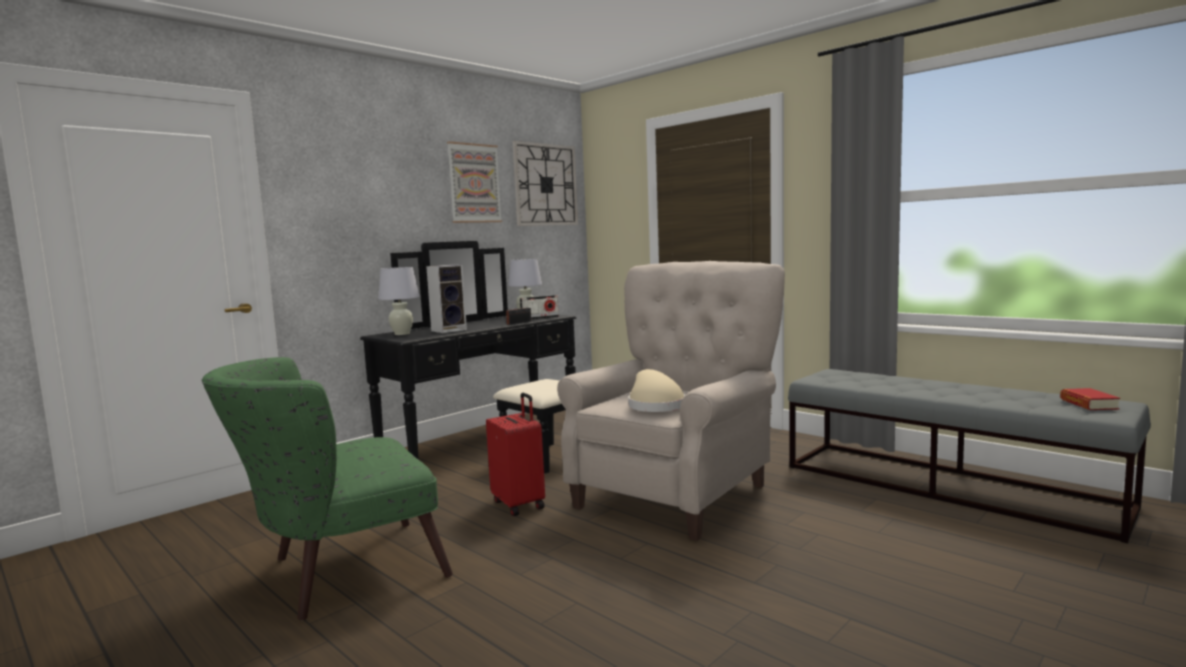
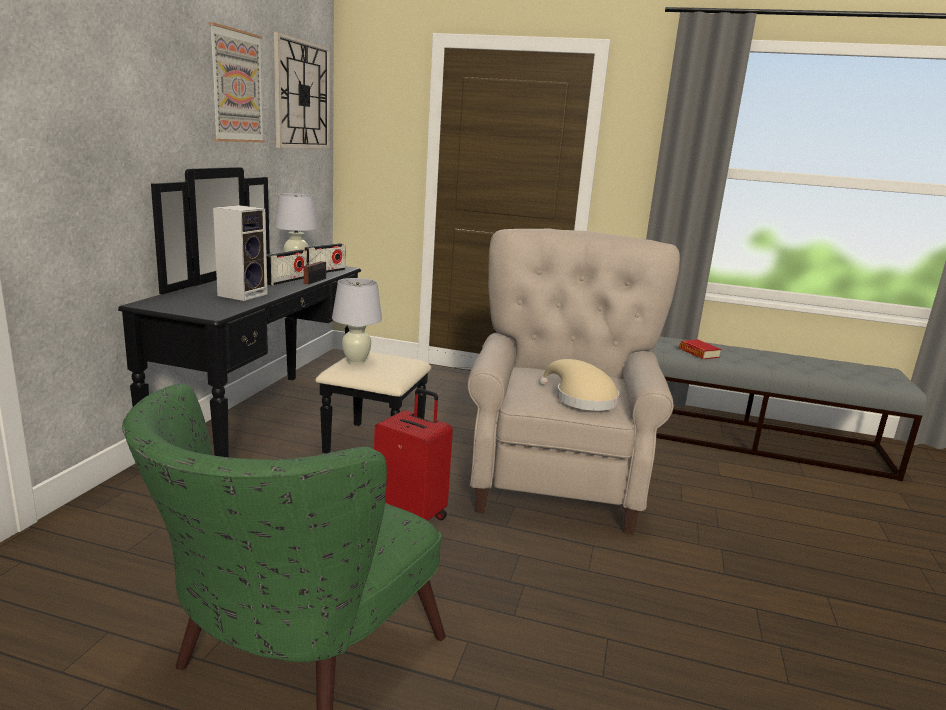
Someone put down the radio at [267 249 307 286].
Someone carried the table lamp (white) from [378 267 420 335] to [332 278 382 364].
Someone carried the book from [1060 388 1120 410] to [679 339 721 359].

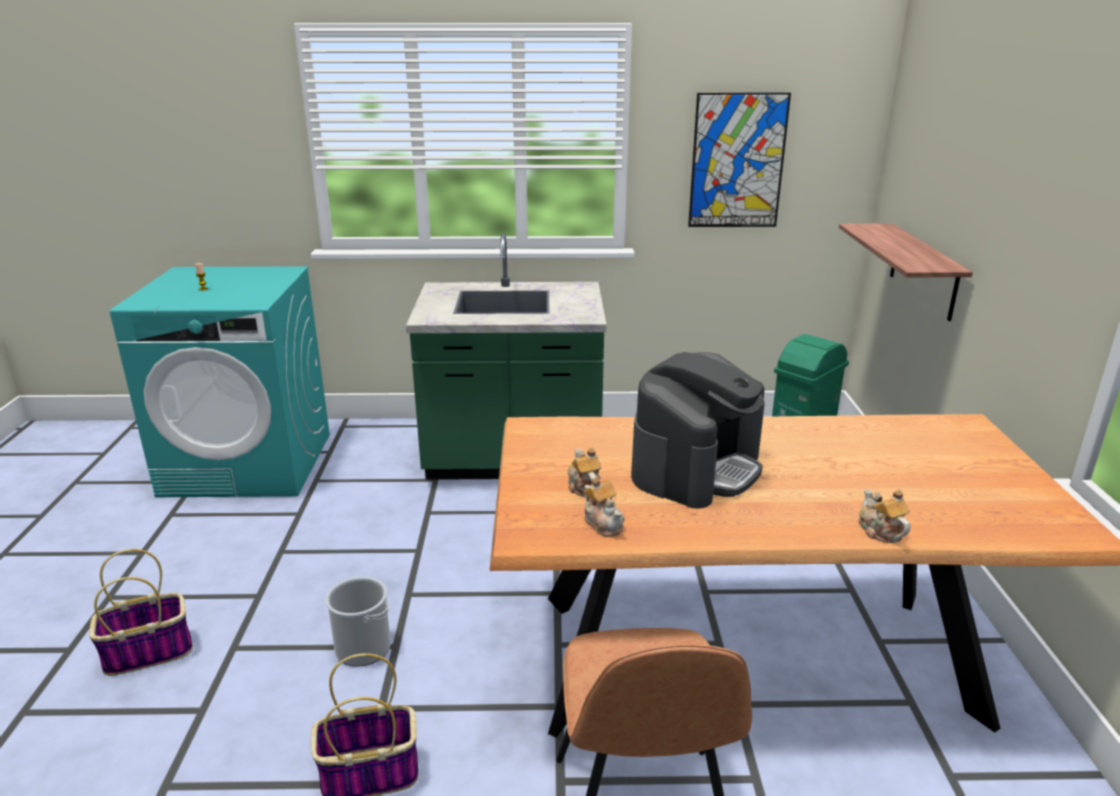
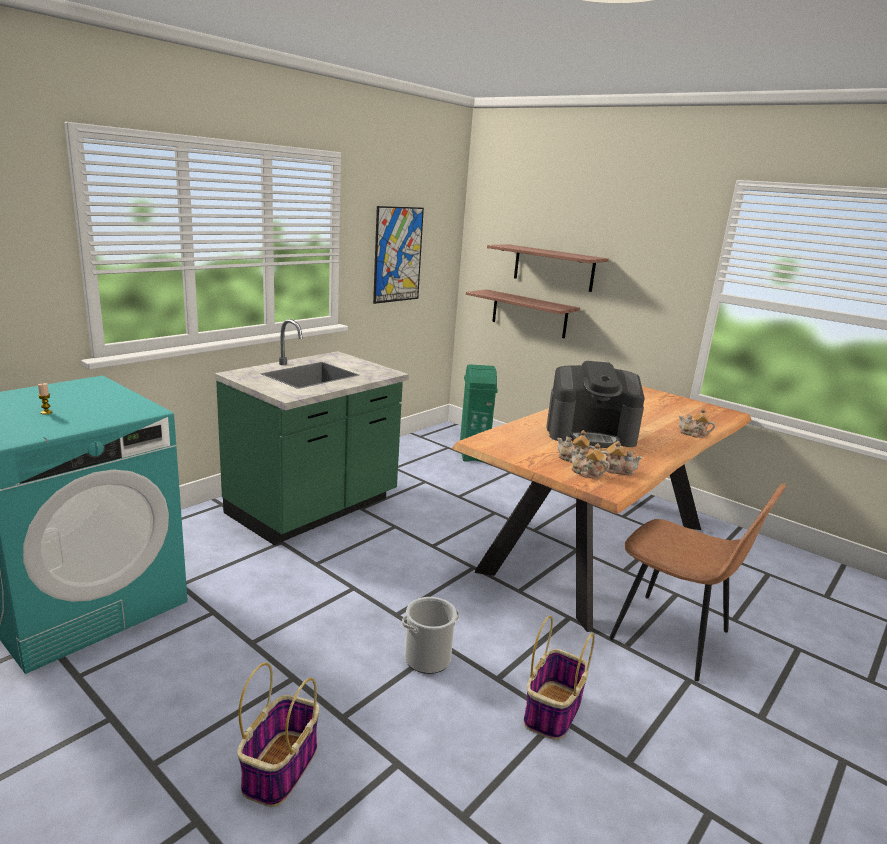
Someone put up the shelf at [487 244 609 292].
Someone rotated the coffee machine at [631 352 765 508] by 105 degrees clockwise.
Someone put down the teapot at [571 443 610 478].

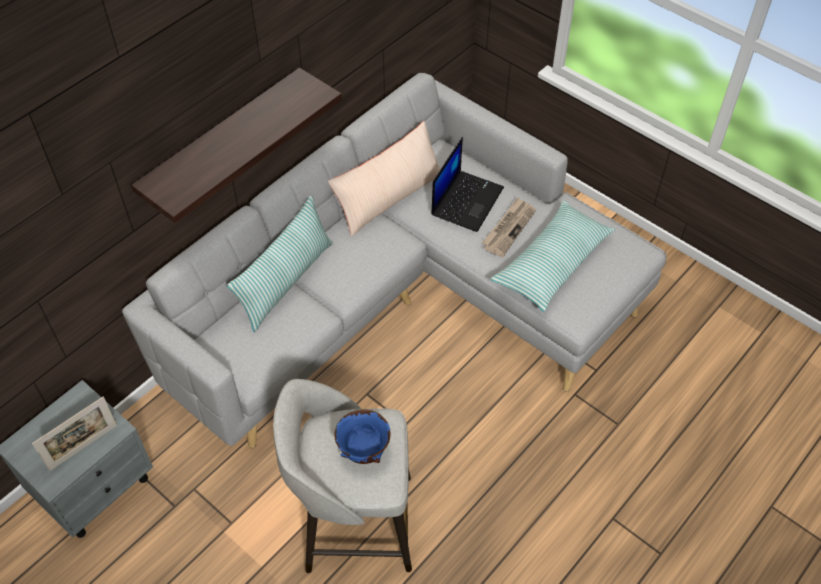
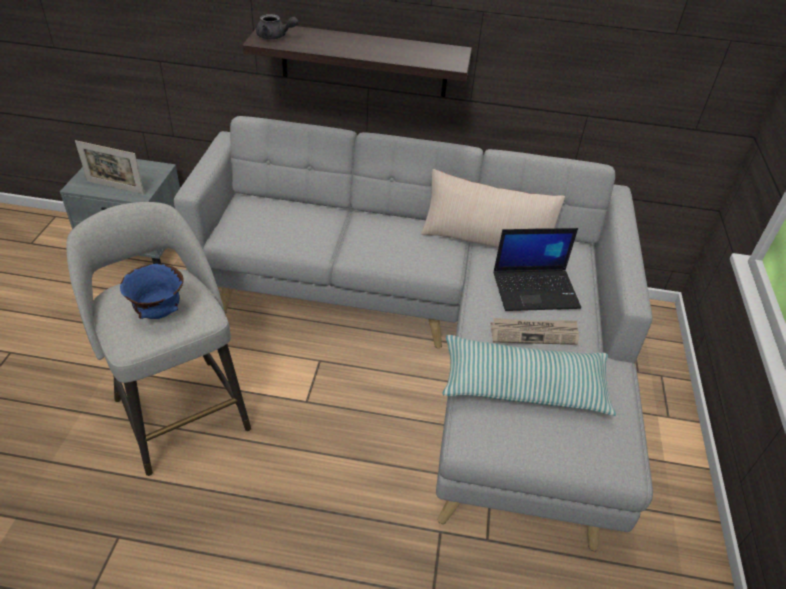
Someone put down the teapot (grey) at [256 14 298 39].
Someone took away the pillow at [227 195 333 332].

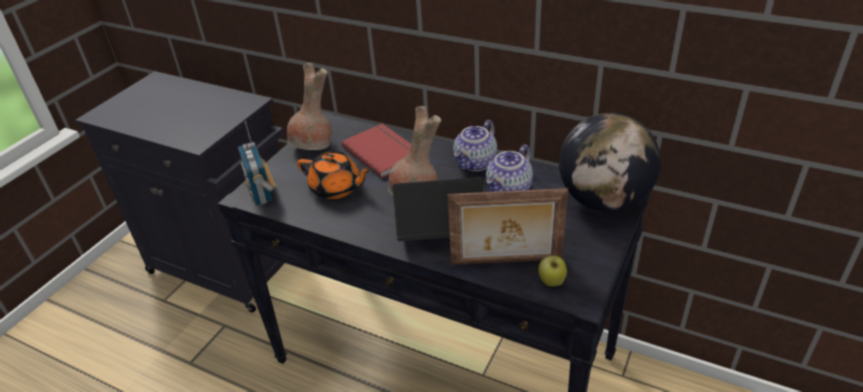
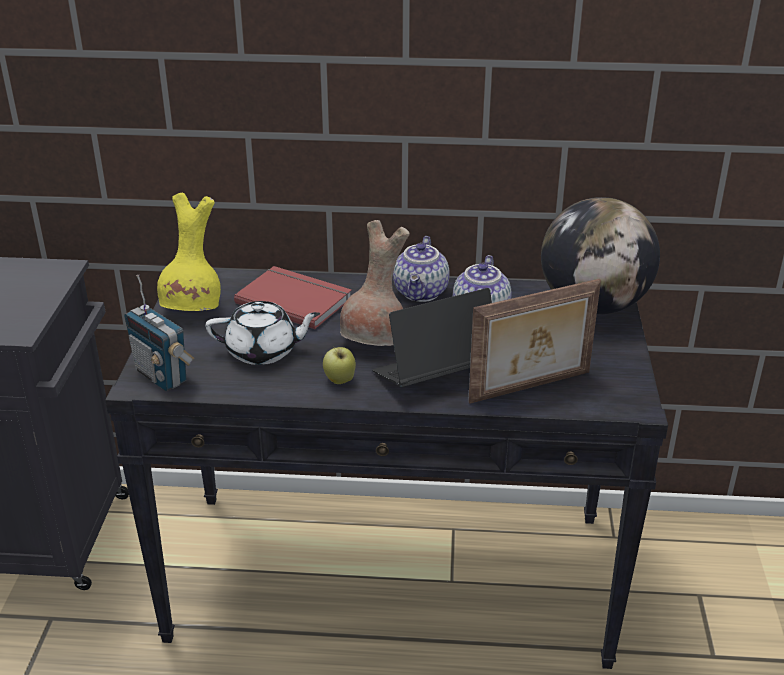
Someone repainted the vase (brown) at [287 63 332 150], which became the vase (yellow) at [157 192 221 311].
Someone repainted the teapot (orange) at [297 151 372 199], which became the teapot (white) at [205 301 320 365].
Someone carried the apple from [538 256 567 286] to [323 346 356 384].

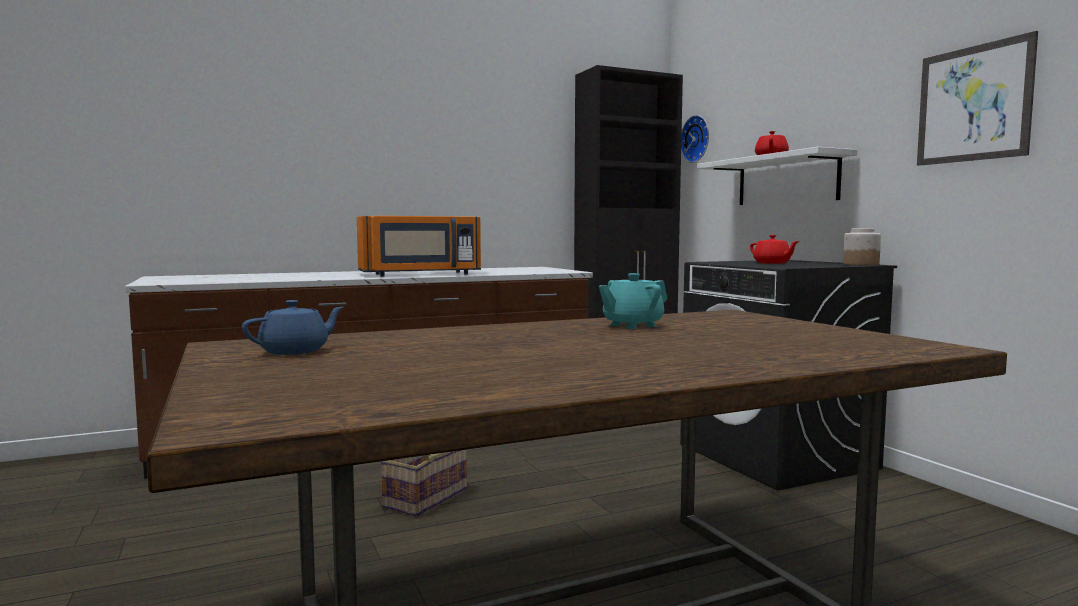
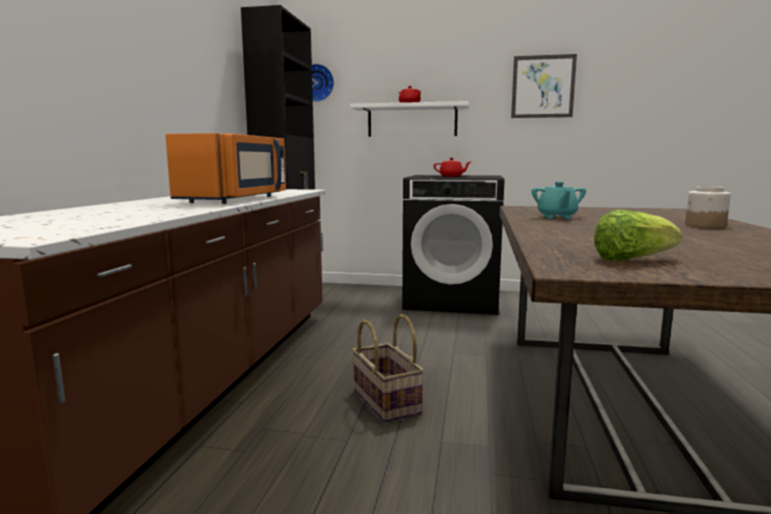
Someone swapped the teapot (blue) at [242 300 344 355] for the lettuce at [594 210 682 261].
Someone carried the jar from [843 228 881 266] to [685 186 731 228].

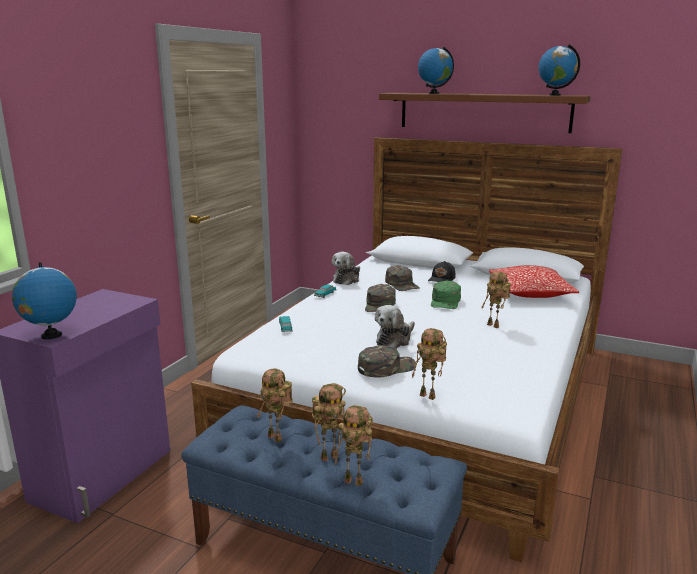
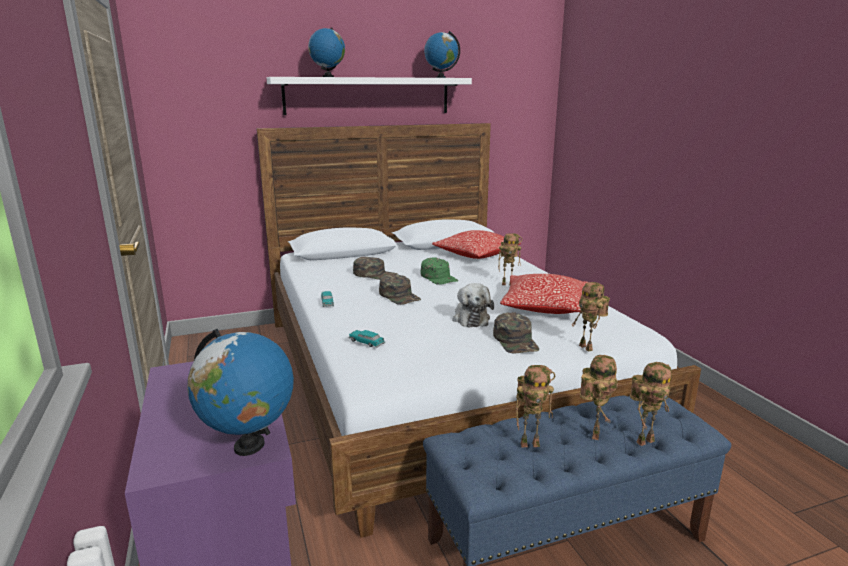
Someone repainted the shelf (brown) at [379 93 591 133], which became the shelf (white) at [267 77 472 115].
Someone rotated the cap (green) at [358 345 416 378] by 150 degrees clockwise.
Someone put down the pillow at [500 274 588 314].
Someone rotated the toy robot at [412 328 447 400] by 75 degrees clockwise.
Someone took away the plush toy at [332 252 360 285].
Someone took away the cap (black) at [428 261 456 282].

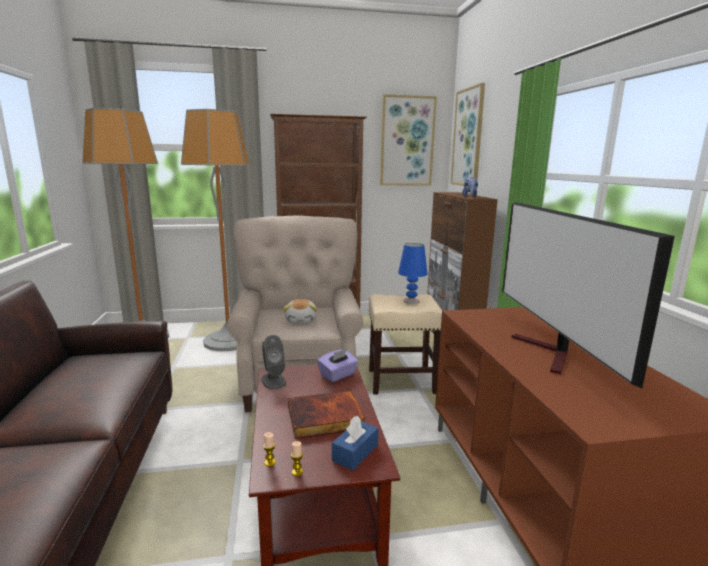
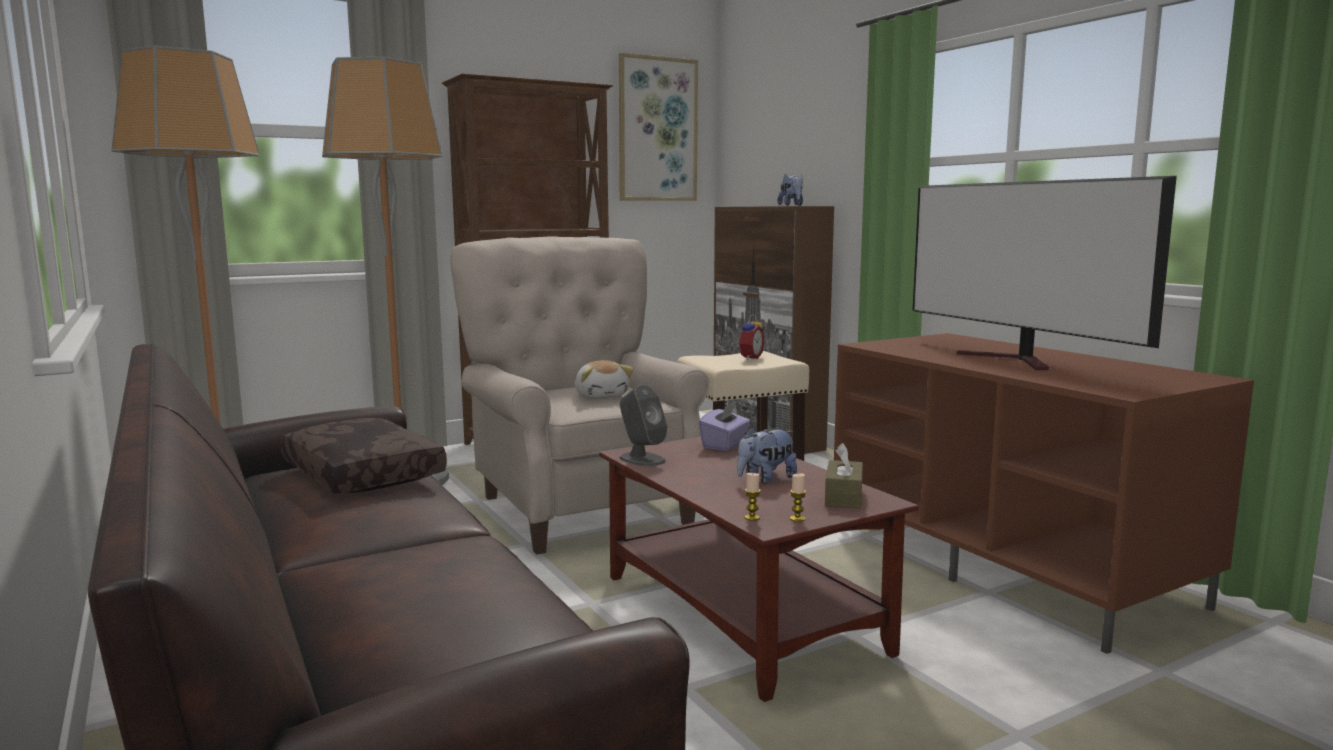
Someone put down the pillow (brown) at [280 418 447 493].
Someone swapped the table lamp (blue) at [398 243 428 304] for the alarm clock at [737 314 765 360].
Someone swapped the book at [288 391 365 439] for the plush toy at [737 427 797 484].
Someone repainted the tissue box (blue) at [332 416 379 470], which became the tissue box (brown) at [825 443 863 508].
Someone took away the picture at [451 83 485 186].

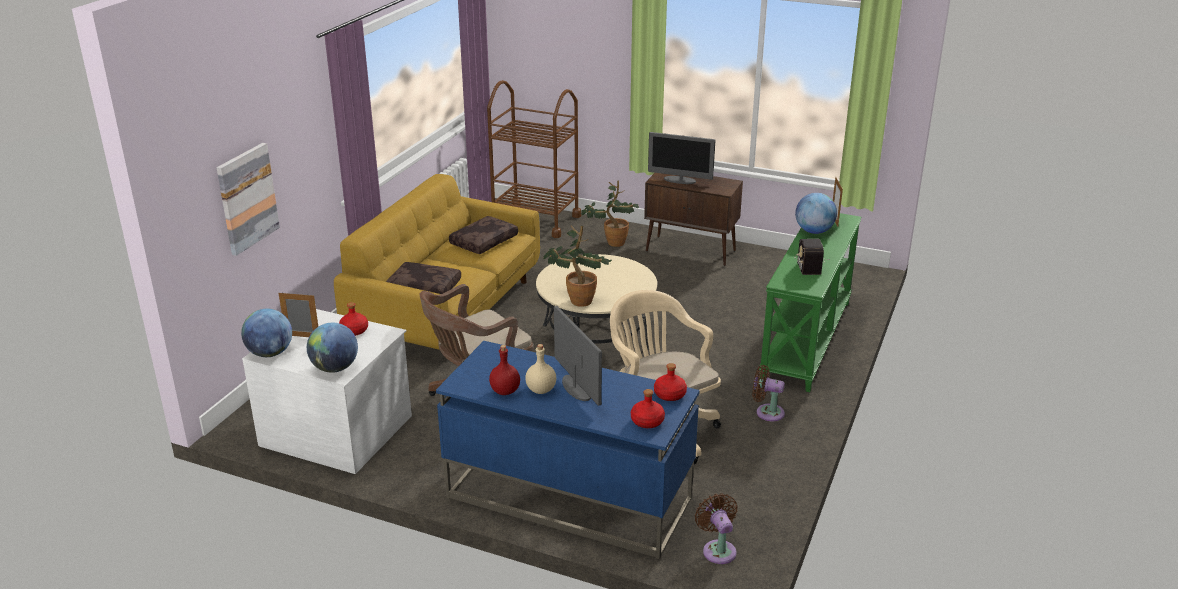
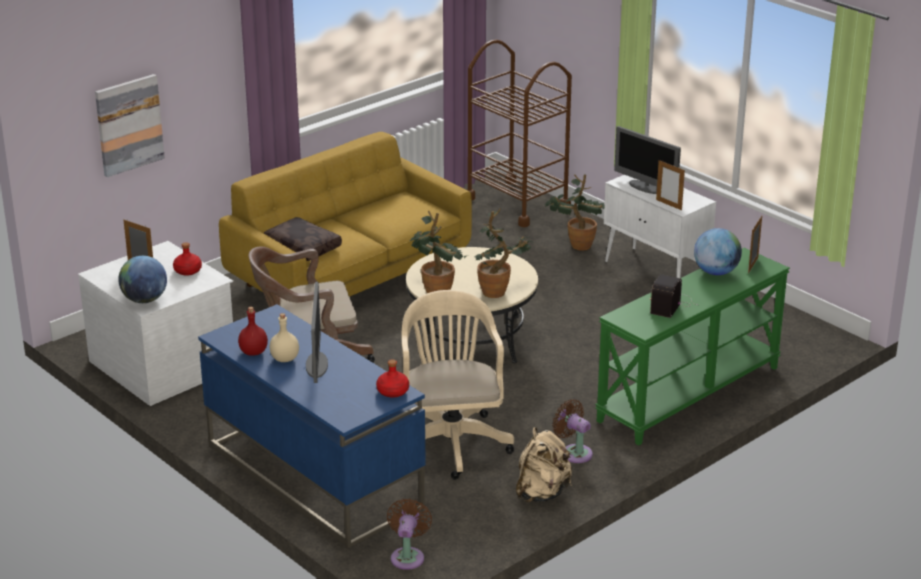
Someone put down the potted plant at [475 209 532 298].
Someone put down the backpack (beige) at [516 427 572 502].
Someone repainted the cabinet (brown) at [644 173 743 266], which became the cabinet (white) at [604 175 716 278].
Someone put down the picture frame at [656 160 685 210].
Someone took away the globe at [241 309 292 357].
Someone took away the pillow (brown) at [449 216 518 254].
Someone took away the bottle (red) at [631 389 665 428].

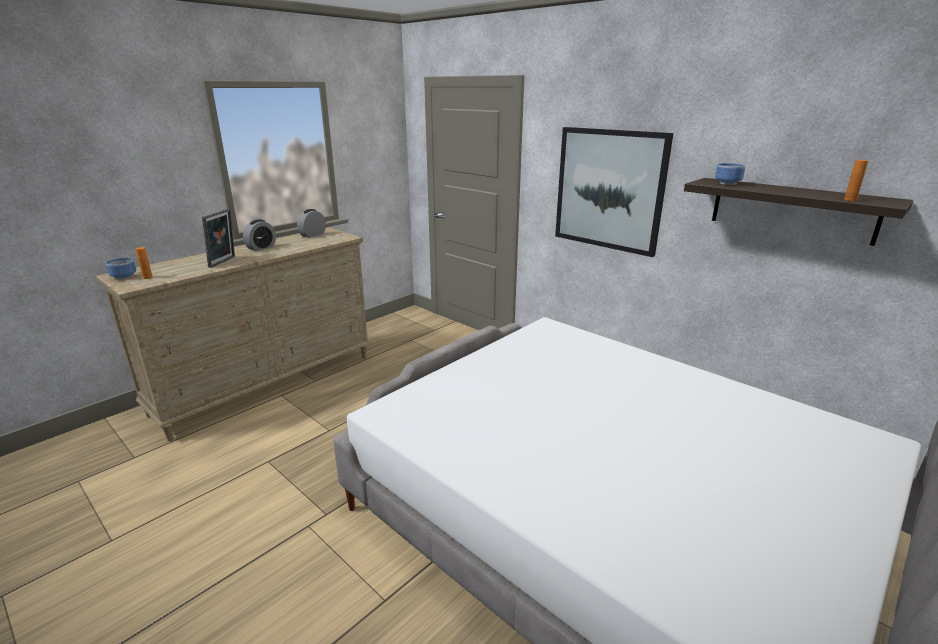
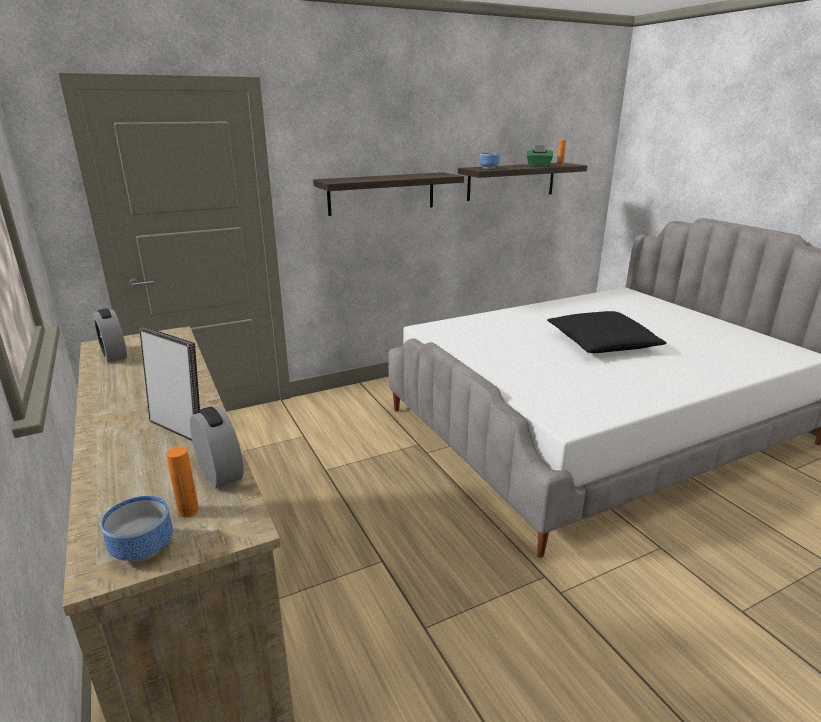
Someone carried the alarm clock from [243 220 276 251] to [190 407 244 489].
Someone swapped the picture at [555 127 673 257] for the shelf at [313 172 464 216].
Someone put down the tissue box (green) at [527 145 553 167].
Someone put down the pillow (black) at [547 311 666 353].

